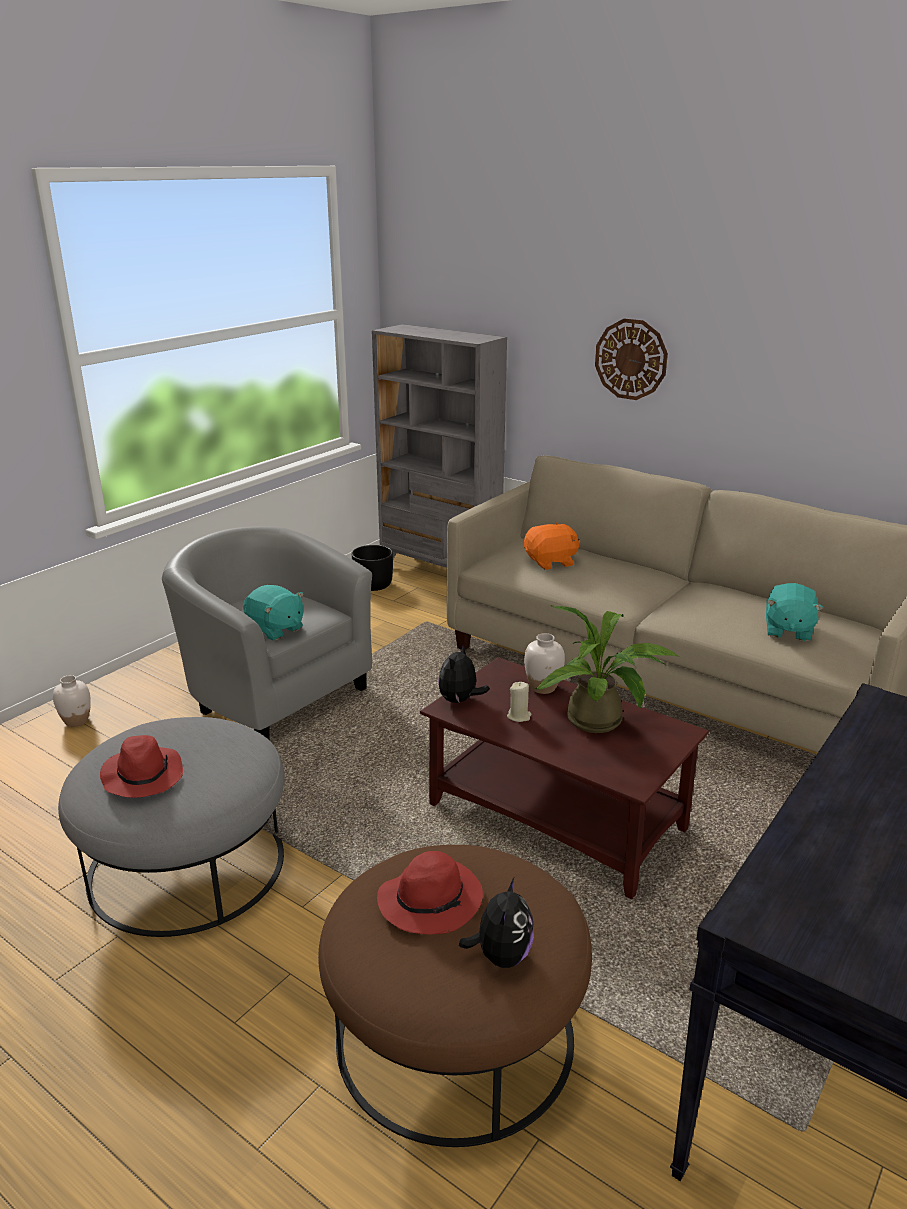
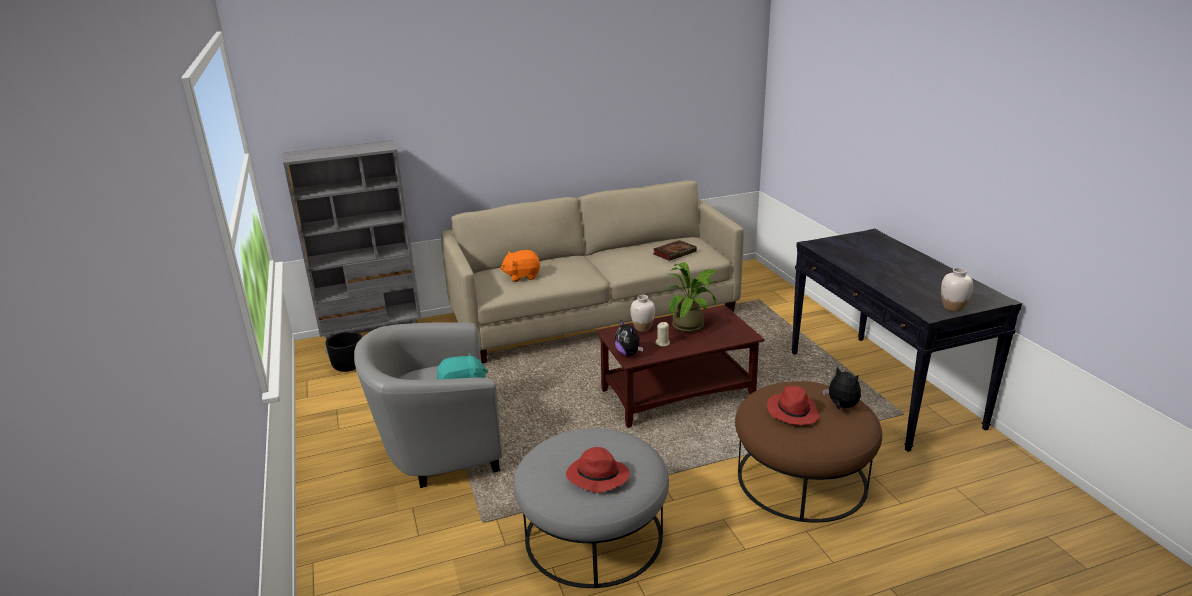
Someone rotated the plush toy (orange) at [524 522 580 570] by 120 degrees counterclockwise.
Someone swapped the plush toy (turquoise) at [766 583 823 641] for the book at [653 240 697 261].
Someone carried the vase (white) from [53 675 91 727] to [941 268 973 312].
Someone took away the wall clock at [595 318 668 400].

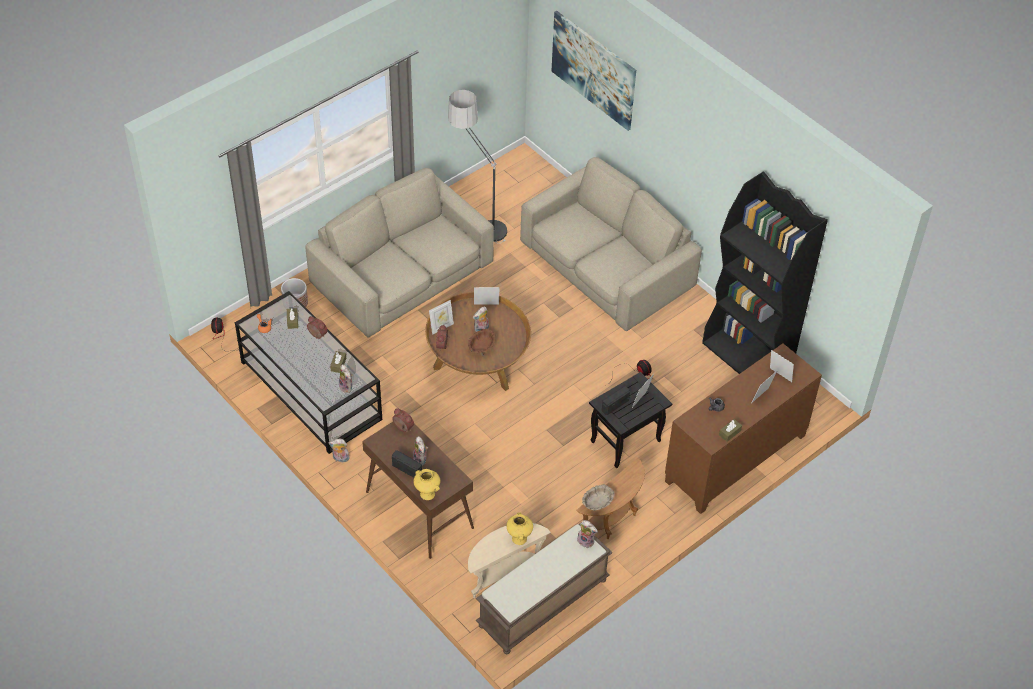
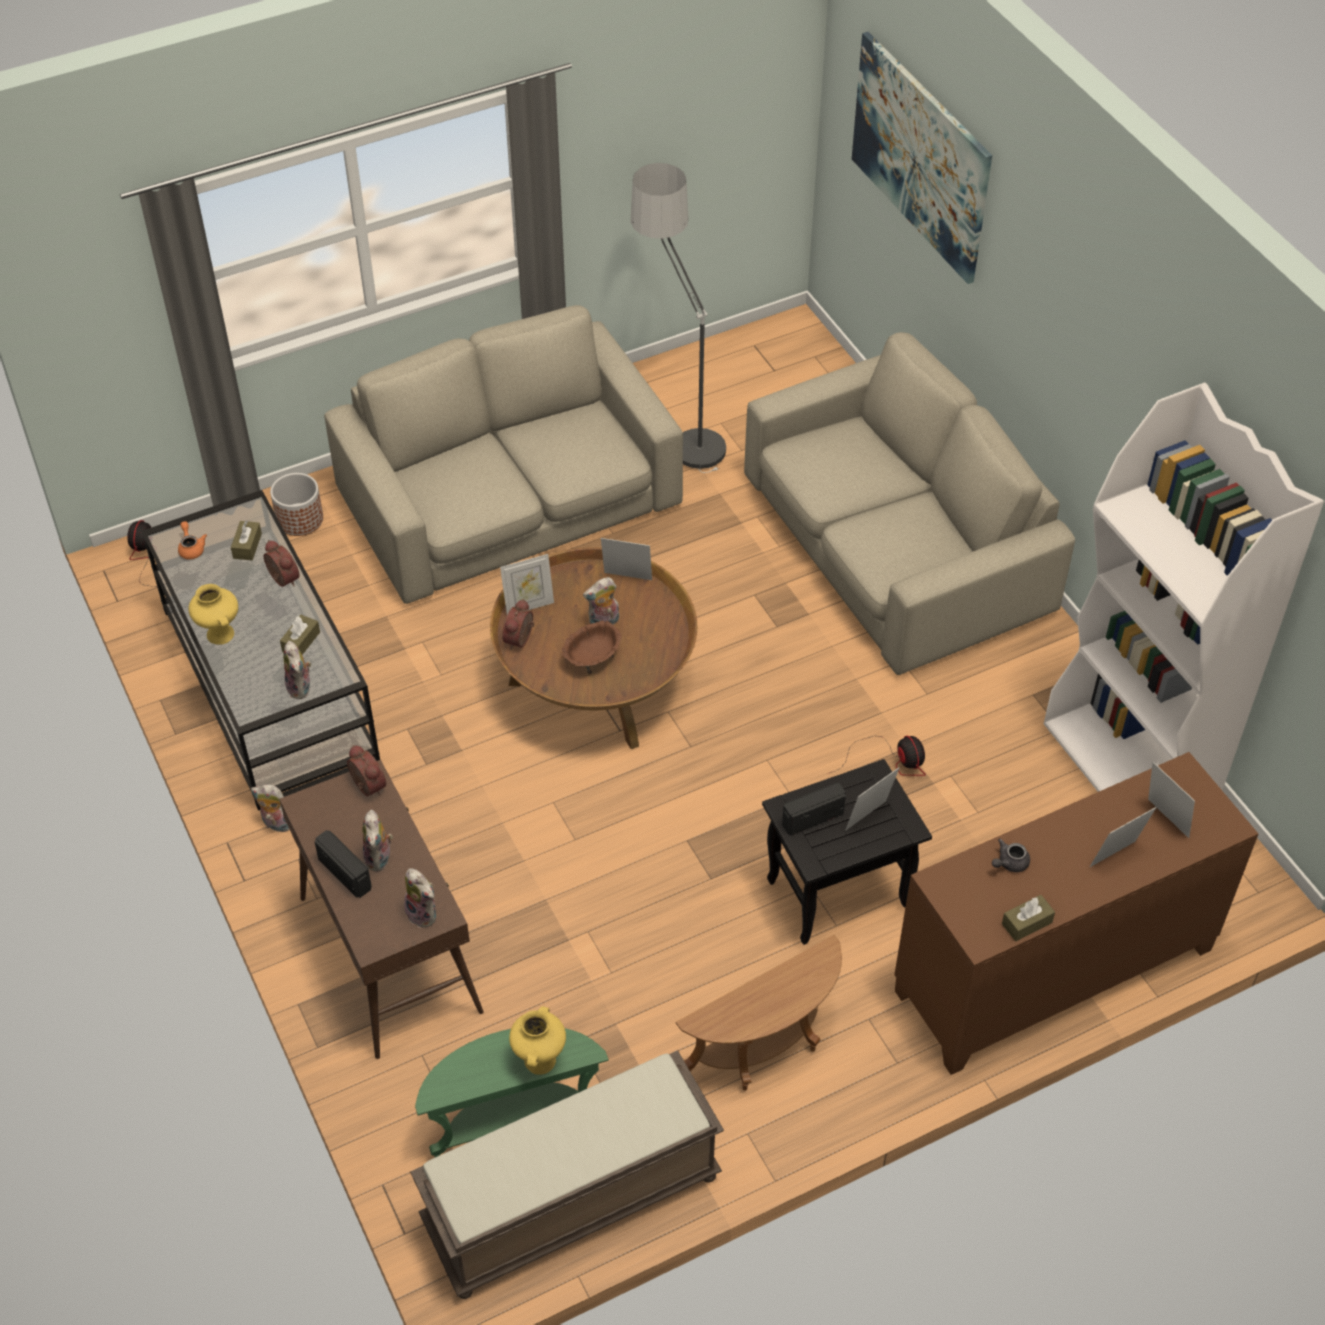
Someone carried the vase (yellow) from [413 469 441 500] to [188 584 238 645].
Someone carried the plush toy from [577 520 598 548] to [404 868 436 928].
Someone repainted the side table (beige) at [468 523 551 598], which became the side table (green) at [415 1028 609 1157].
Someone repainted the bookcase (black) at [702 171 828 374], which became the bookcase (white) at [1044 382 1324 792].
Someone took away the bowl (beige) at [582 484 615 511].

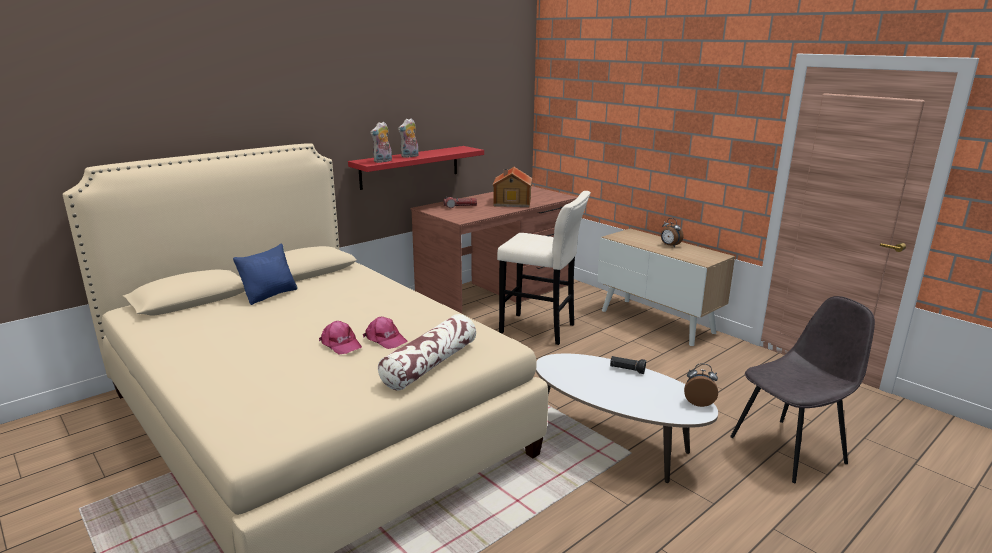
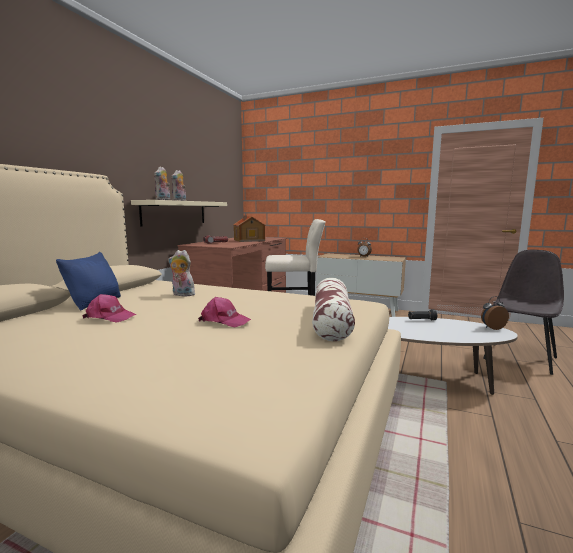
Someone carried the cap (pink) from [363 317 407 349] to [82 294 137 323].
Someone repainted the shelf (red) at [348 146 484 190], which became the shelf (beige) at [131 200 227 227].
Someone put down the plush toy at [168 250 195 296].

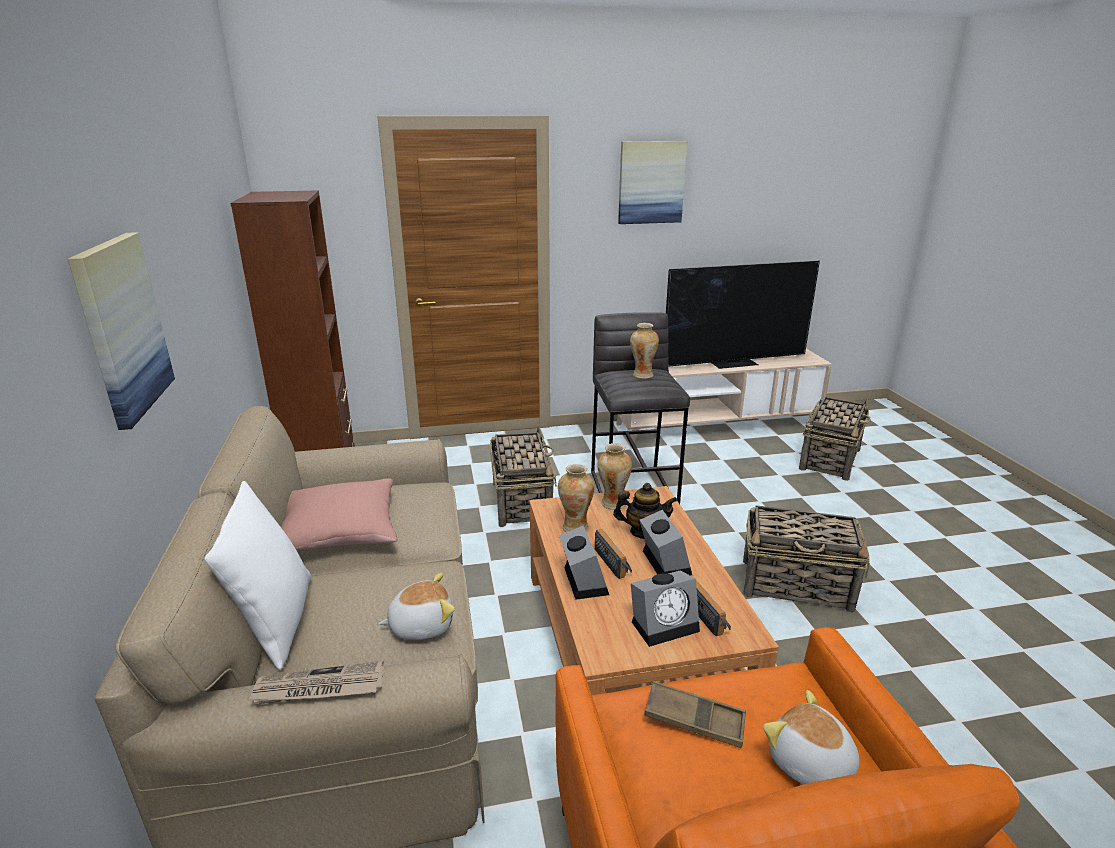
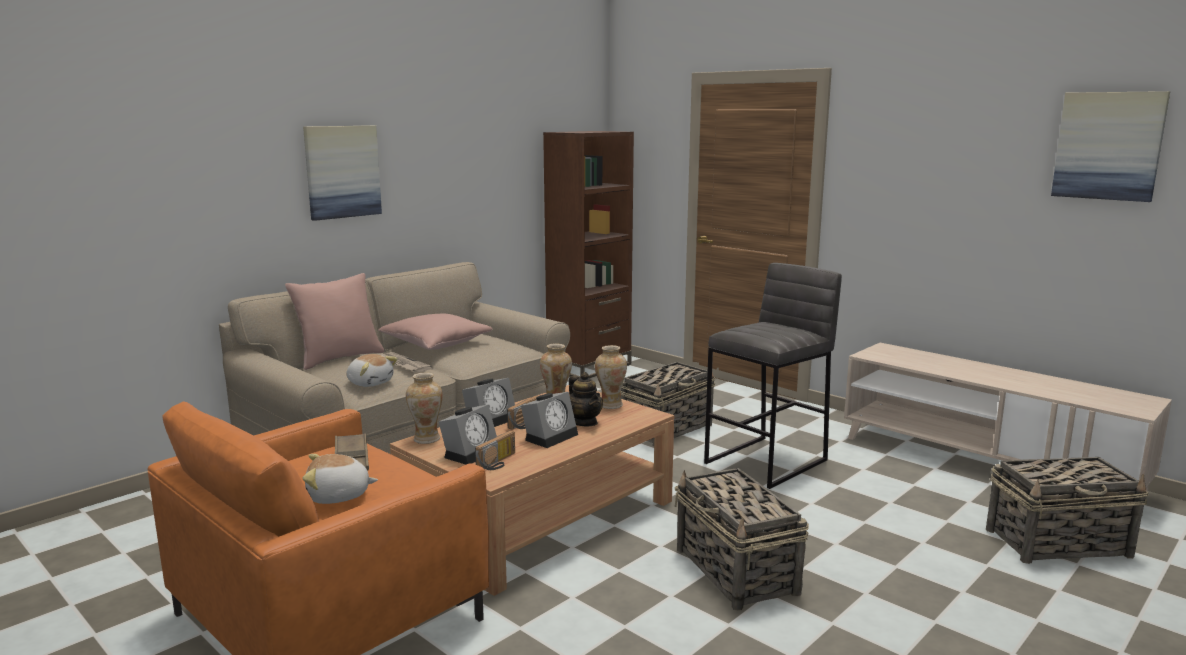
Someone repainted the pillow (white) at [205 481 311 670], which became the pillow (pink) at [285 273 384 370].
Someone rotated the plush toy at [763 690 859 785] by 120 degrees counterclockwise.
Someone carried the newspaper from [247 661 384 705] to [380 352 432 372].
Someone carried the vase from [630 323 659 379] to [406 373 443 444].
Someone rotated the alarm clock at [631 570 700 647] by 90 degrees counterclockwise.
Someone carried the picture from [618 141 687 224] to [1051 91 1170 202].
Someone took away the television at [666 261 820 369].

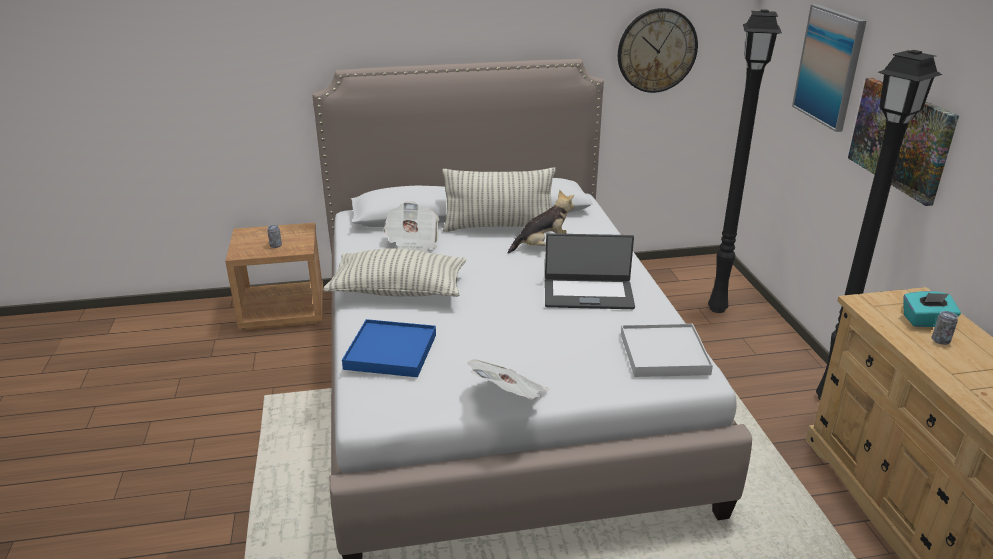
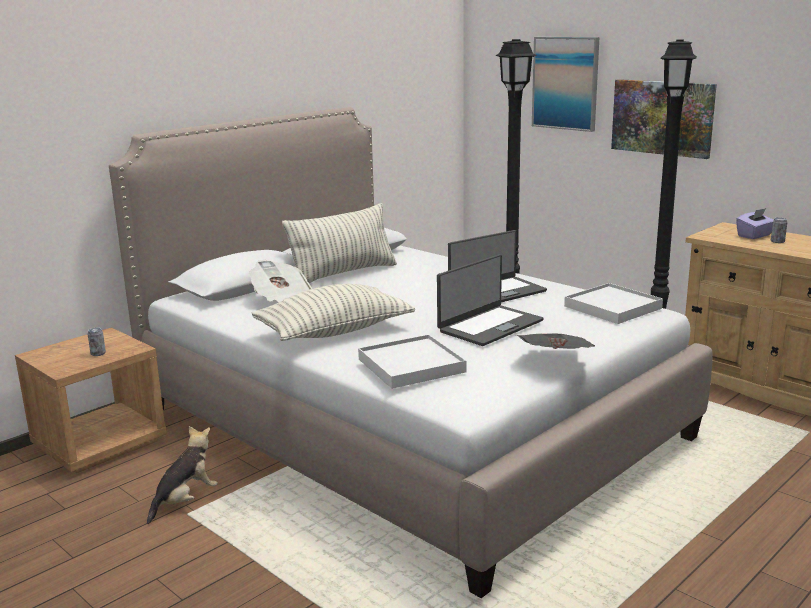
Someone carried the plush toy from [508 190 574 254] to [147 426 218 524].
Someone repainted the tray (blue) at [342 319 436 377], which became the tray (white) at [358 334 467 389].
Someone put down the laptop at [437 254 543 346].
Someone repainted the tissue box (turquoise) at [904 291 961 327], which became the tissue box (purple) at [736 208 773 239].
Someone took away the wall clock at [618 8 698 93].

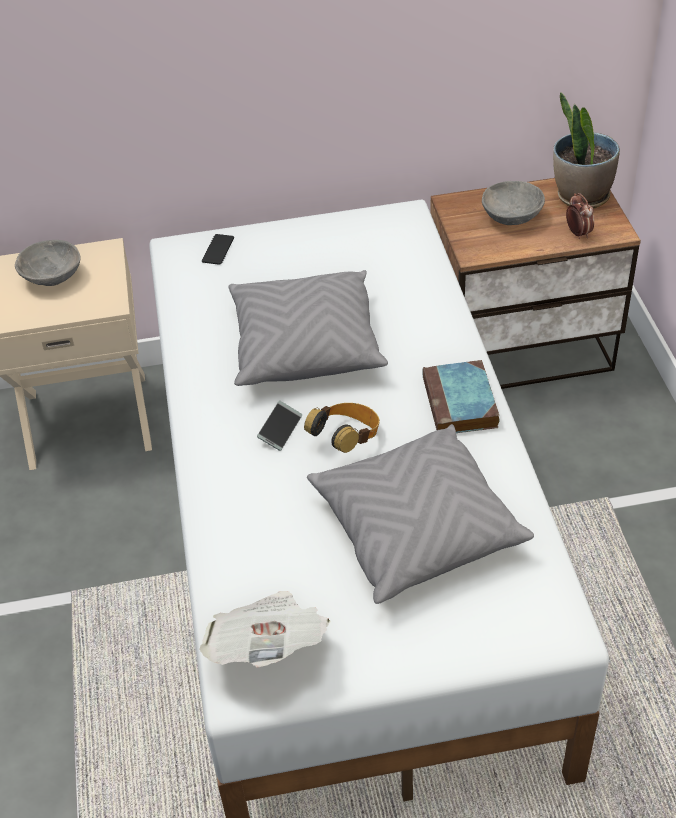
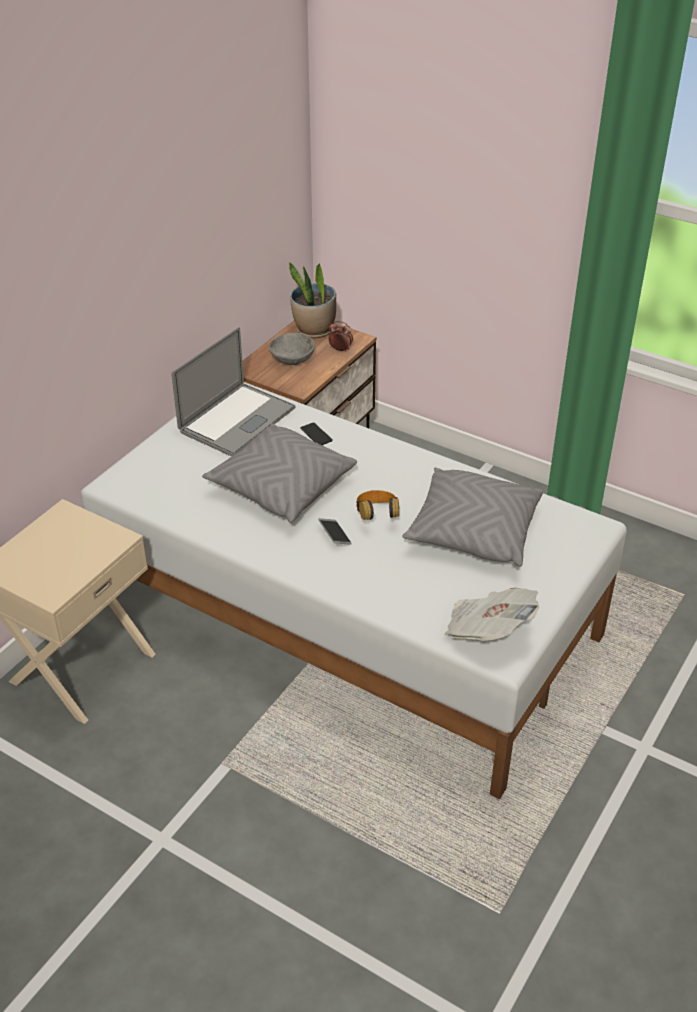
Someone put down the laptop at [172 327 296 456].
Someone carried the phone from [202 234 234 265] to [300 422 333 445].
Someone took away the bowl (grey) at [15 240 80 286].
Someone took away the book at [422 360 500 433].

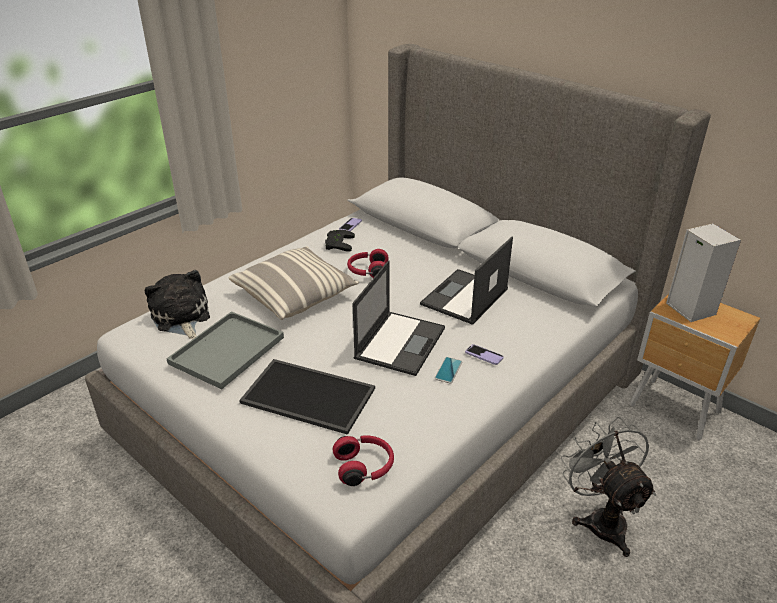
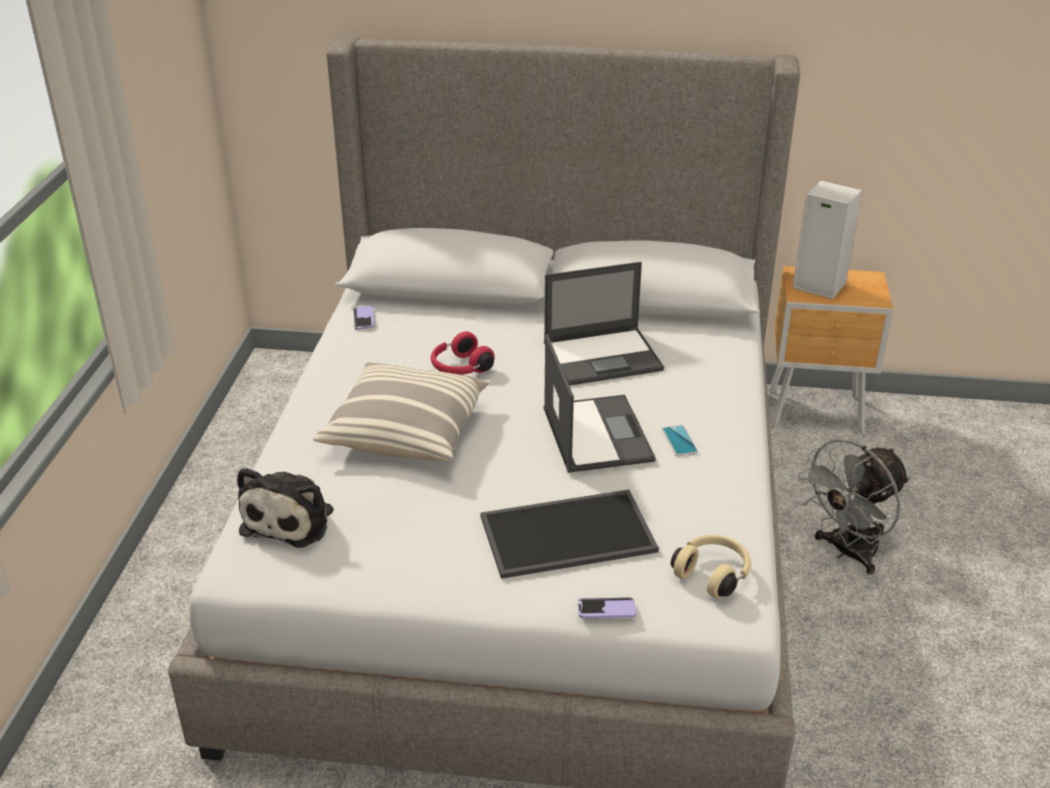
Someone rotated the plush toy at [145 270 210 339] by 105 degrees counterclockwise.
Someone rotated the laptop at [420 237 513 325] by 105 degrees counterclockwise.
Someone carried the phone from [465 344 504 365] to [578 597 636 618].
Someone repainted the headphones (red) at [333 435 394 486], which became the headphones (beige) at [671 535 751 598].
Someone rotated the fan (grey) at [561 417 656 557] by 75 degrees counterclockwise.
Someone took away the tray (grey) at [166 311 284 389].
Someone took away the game controller (black) at [325 230 355 252].

